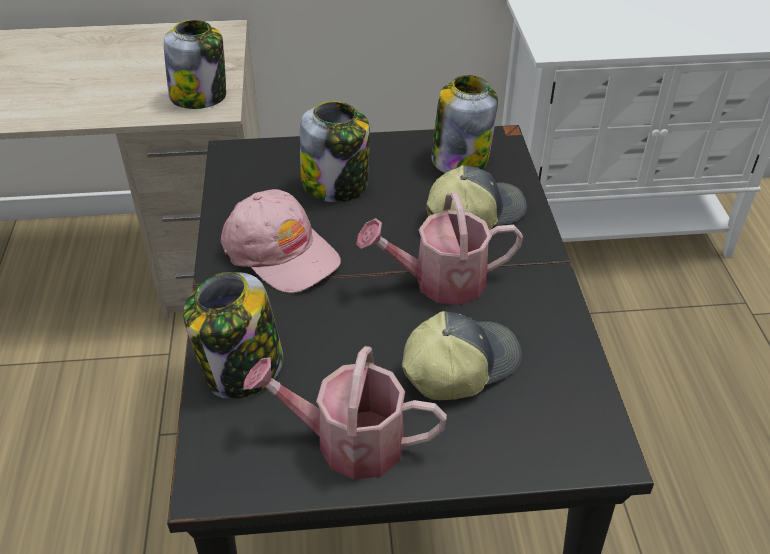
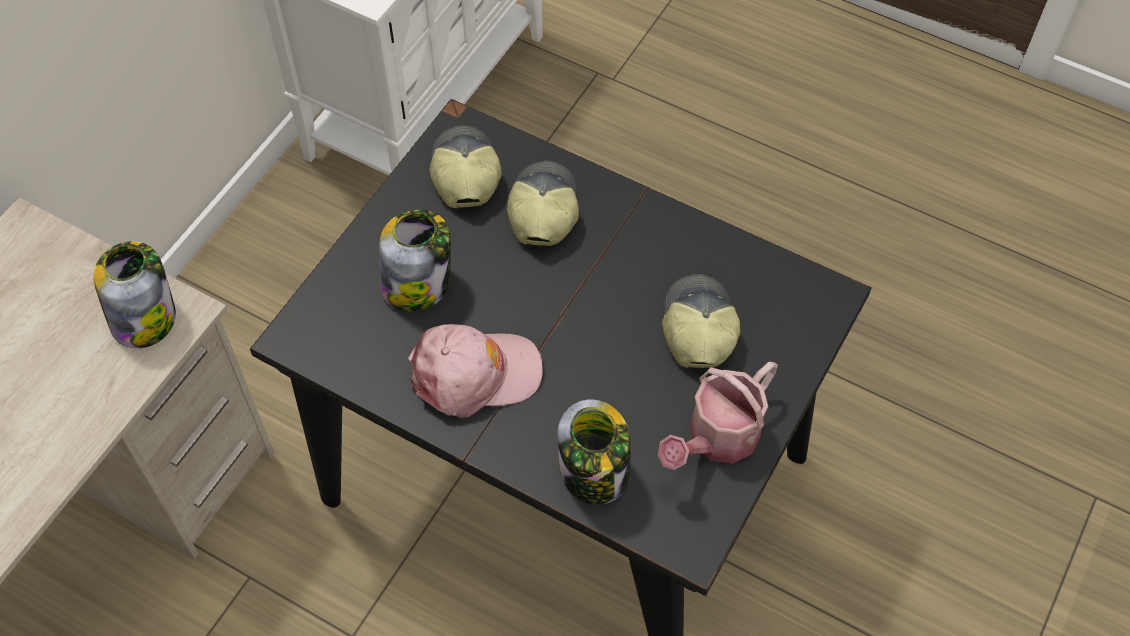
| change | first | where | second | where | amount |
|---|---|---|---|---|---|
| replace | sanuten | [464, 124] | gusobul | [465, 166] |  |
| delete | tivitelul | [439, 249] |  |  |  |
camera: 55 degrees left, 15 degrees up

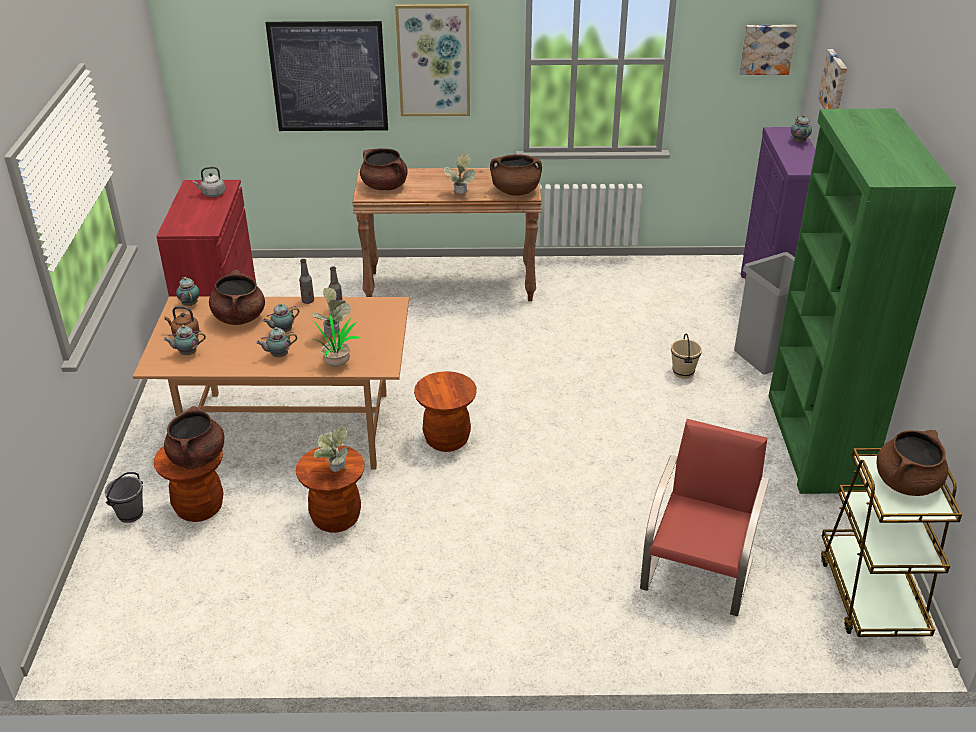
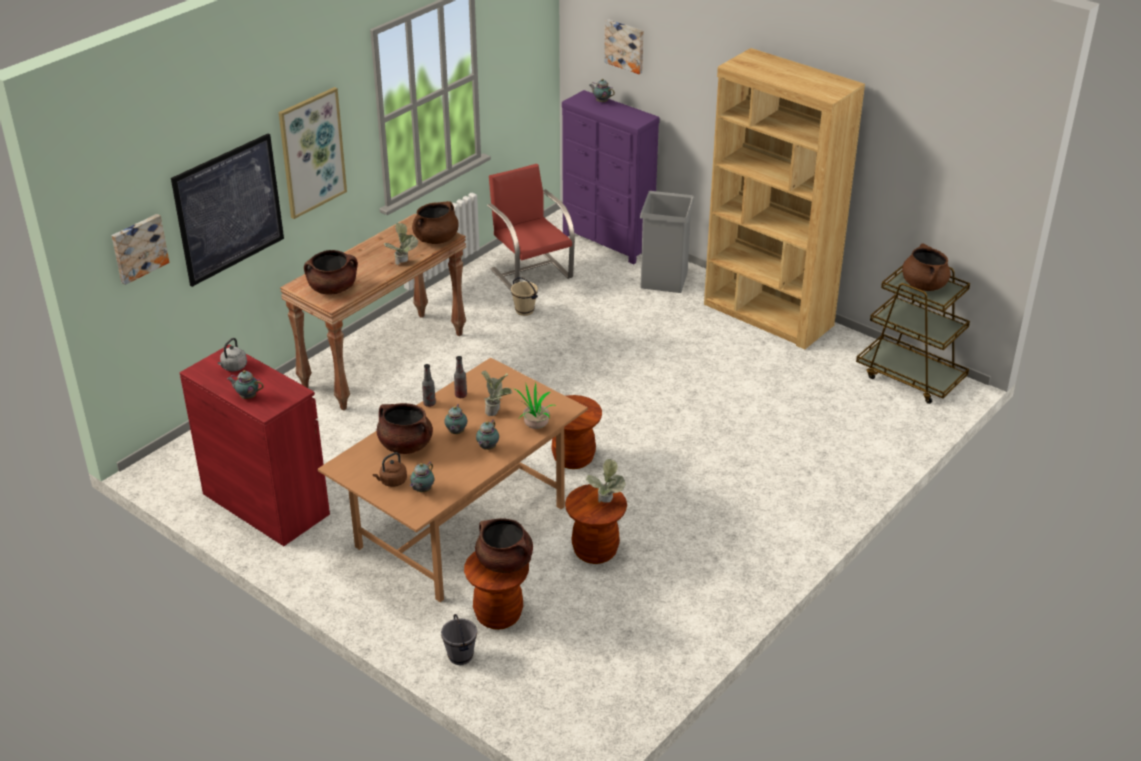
| change | first | where | second | where | amount |
|---|---|---|---|---|---|
| move | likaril | [768, 50] |  | [140, 249] |  |
| recolor | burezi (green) | [862, 301] | burezi (brown) | [784, 198] |  |
| move | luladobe | [188, 291] |  | [245, 384] |  |
| move | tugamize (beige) | [686, 356] |  | [524, 296] |  |
| move | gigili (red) | [704, 517] |  | [531, 227] |  |
camera: 50 degrees left, 0 degrees up

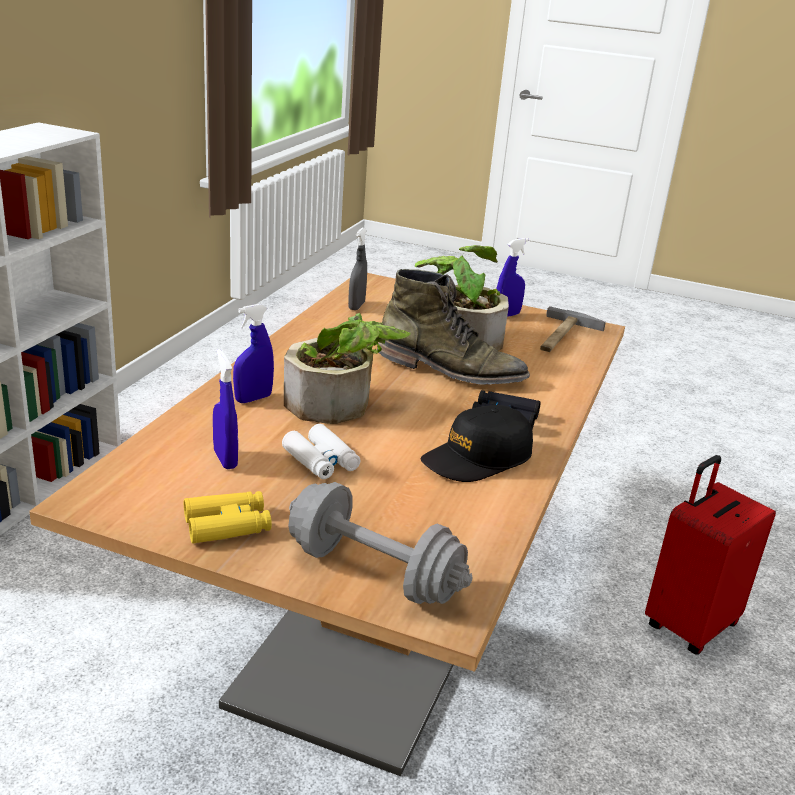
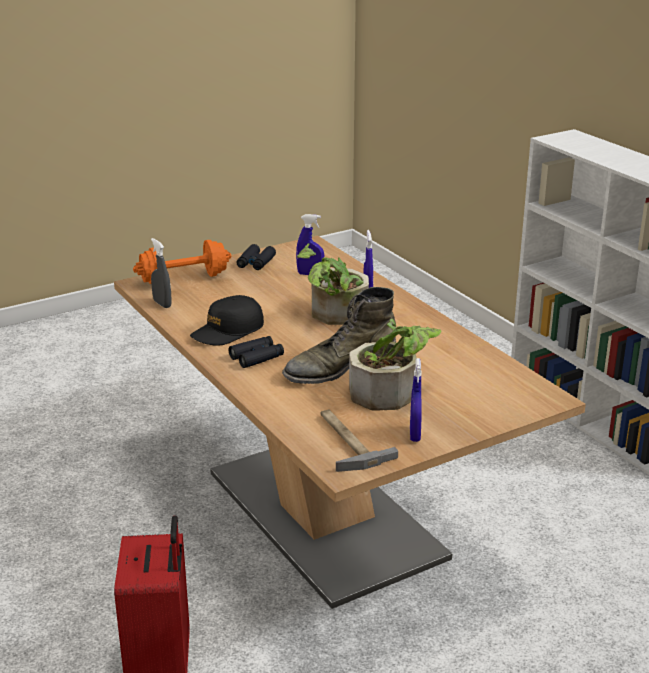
| change | first | where | second | where | amount |
|---|---|---|---|---|---|
| move | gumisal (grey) | [357, 269] |  | [161, 273] |  |
| rotate | gusobul (black) | [477, 443] |  | [227, 320] | 135 degrees counterclockwise |
| delete | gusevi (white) | [321, 451] |  |  |  |
| recolor | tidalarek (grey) | [380, 543] | tidalarek (orange) | [182, 262] |  |
| recolor | gusevi (yellow) | [228, 517] | gusevi (black) | [256, 257] |  |
camera: 130 degrees right, 0 degrees up

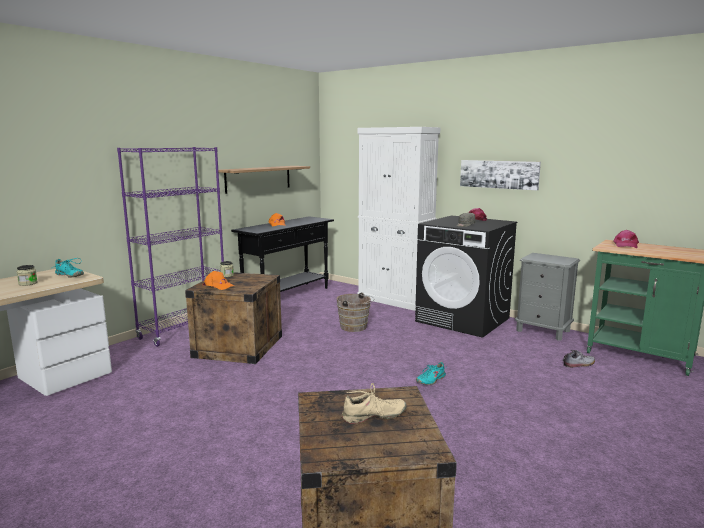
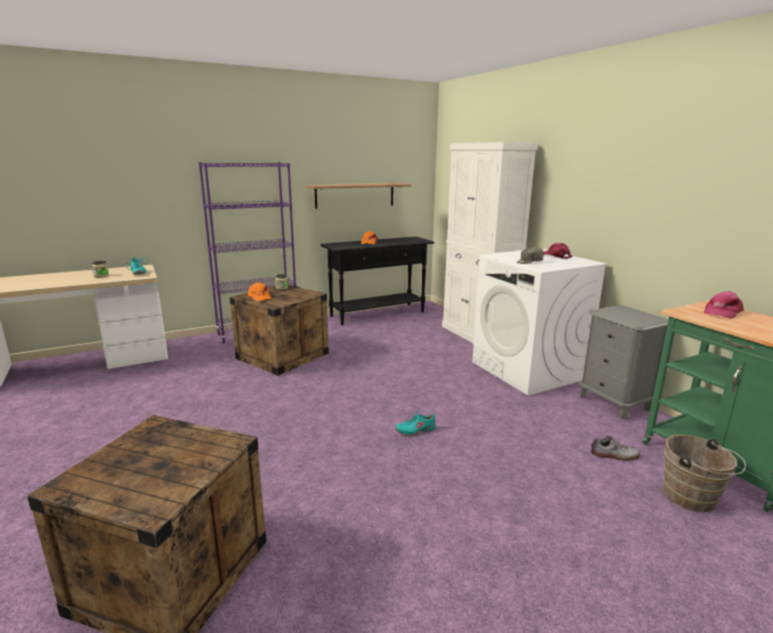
| change | first | where | second | where | amount |
|---|---|---|---|---|---|
| delete | likaril | [500, 175] |  |  |  |
| recolor | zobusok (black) | [466, 276] | zobusok (white) | [540, 322] |  |
| move | tugamize (brown) | [355, 312] |  | [704, 473] |  |
| delete | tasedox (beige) | [374, 403] |  |  |  |
camera: 25 degrees right, 5 degrees up

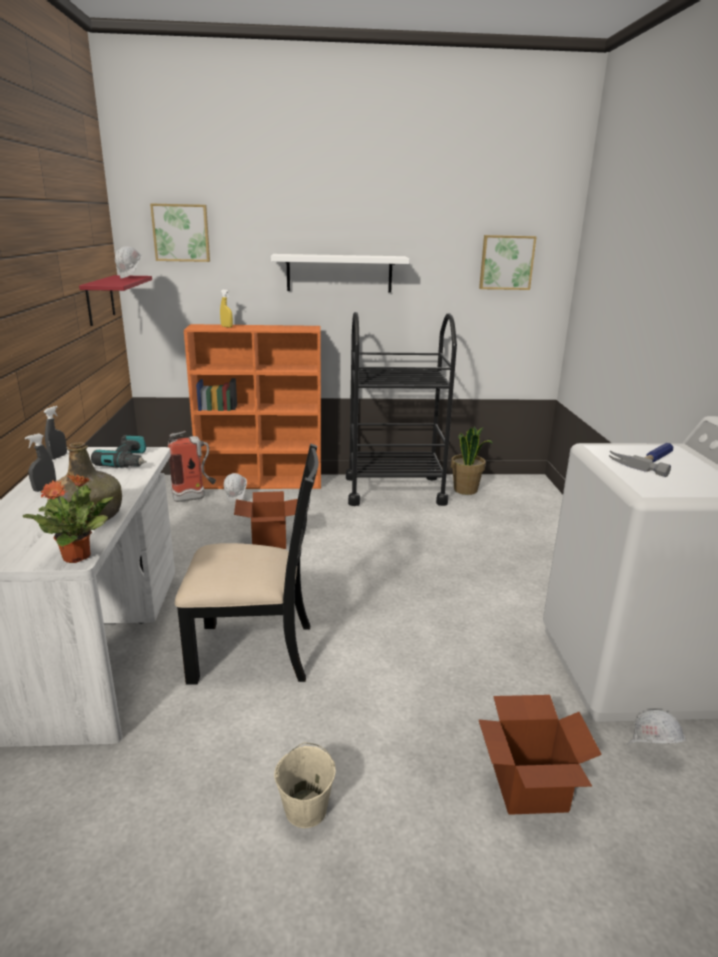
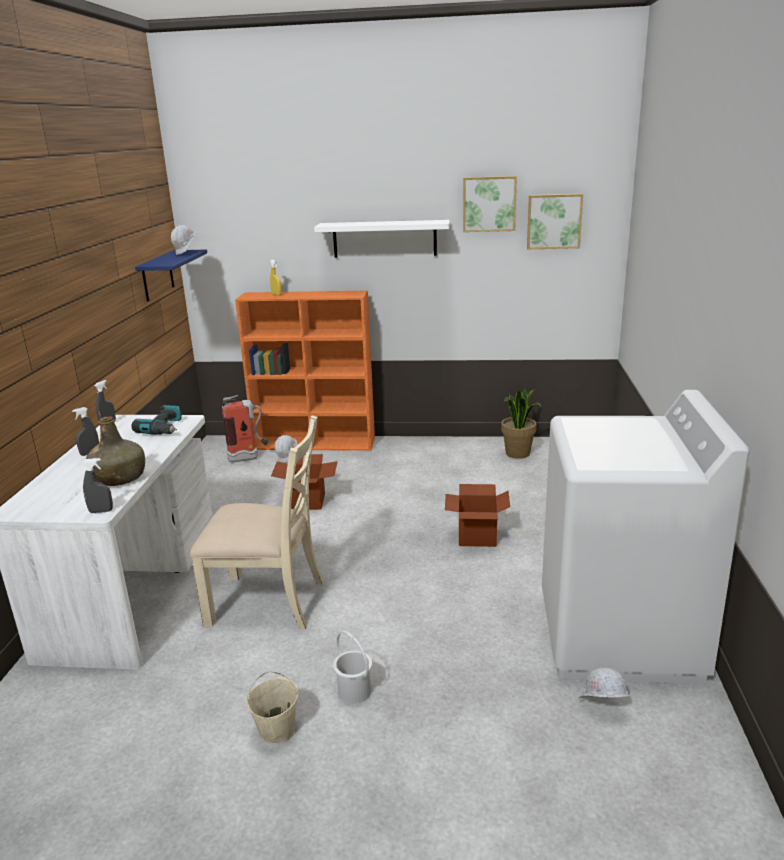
| change | first | where | second | where | amount |
|---|---|---|---|---|---|
| move | likaril | [180, 232] |  | [490, 204] |  |
| recolor | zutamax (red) | [115, 300] | zutamax (blue) | [171, 276] |  |
| delete | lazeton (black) | [401, 409] |  |  |  |
| recolor | gigili (black) | [247, 564] | gigili (beige) | [257, 522] |  |
| delete | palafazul | [641, 460] |  |  |  |
| replace | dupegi | [68, 518] | gumisal (grey) | [97, 485] |  |
| move | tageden | [540, 755] |  | [477, 515] |  |
| insert |  |  | tugamize (white) | [352, 667] |  |
camera: 10 degrees right, 0 degrees up

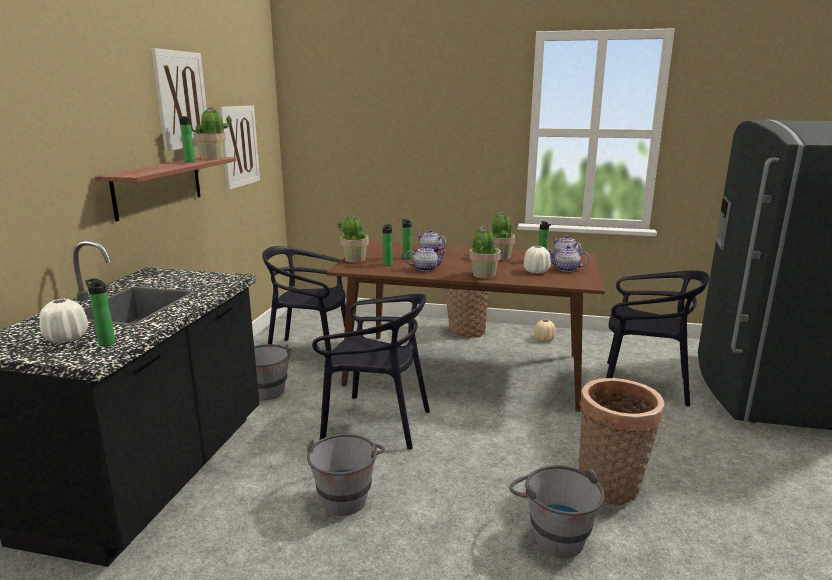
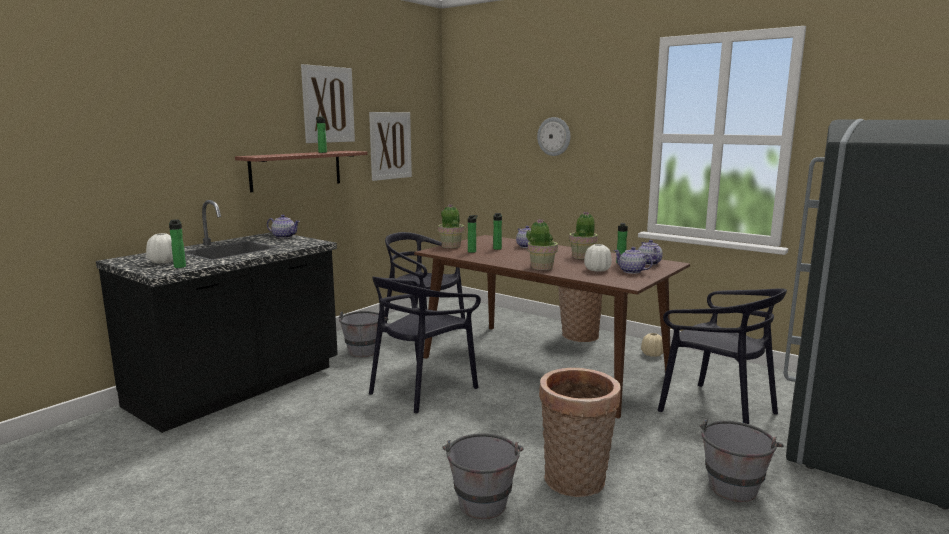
| change | first | where | second | where | amount |
|---|---|---|---|---|---|
| delete | dupegi | [212, 133] |  |  |  |
| move | luladobe | [425, 258] |  | [283, 226] |  |
| rotate | gigili (black) | [371, 372] |  | [425, 345] | 90 degrees clockwise |
| move | tugamize (grey) | [346, 475] |  | [742, 460] |  |
| insert |  |  | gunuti | [553, 136] |  |
camera: 25 degrees right, 5 degrees down

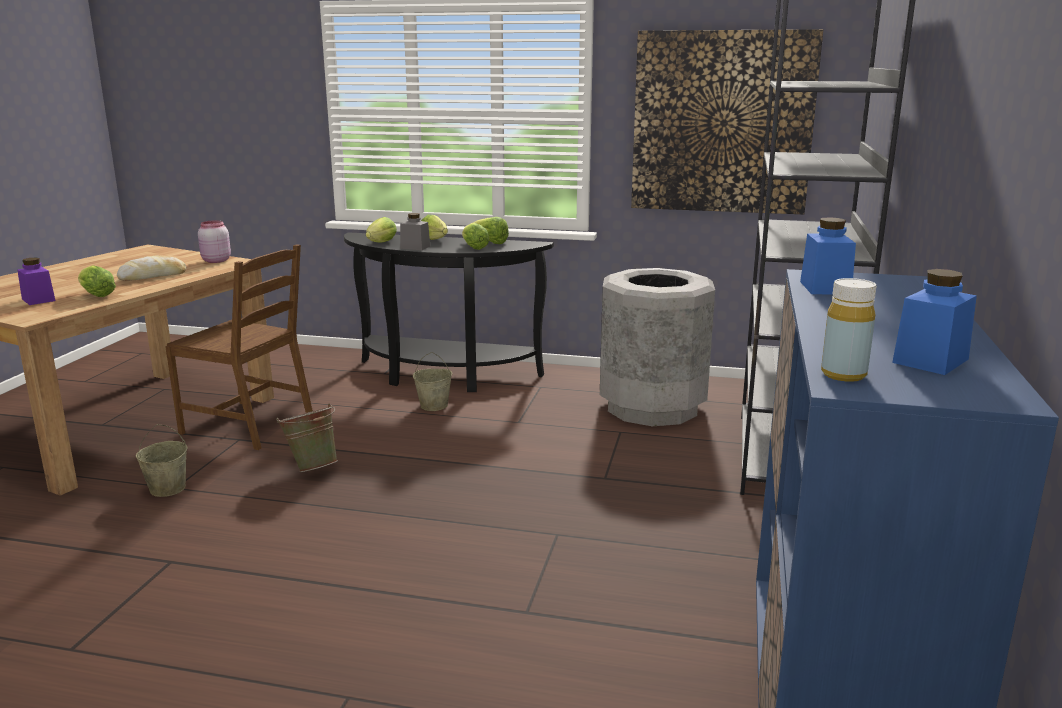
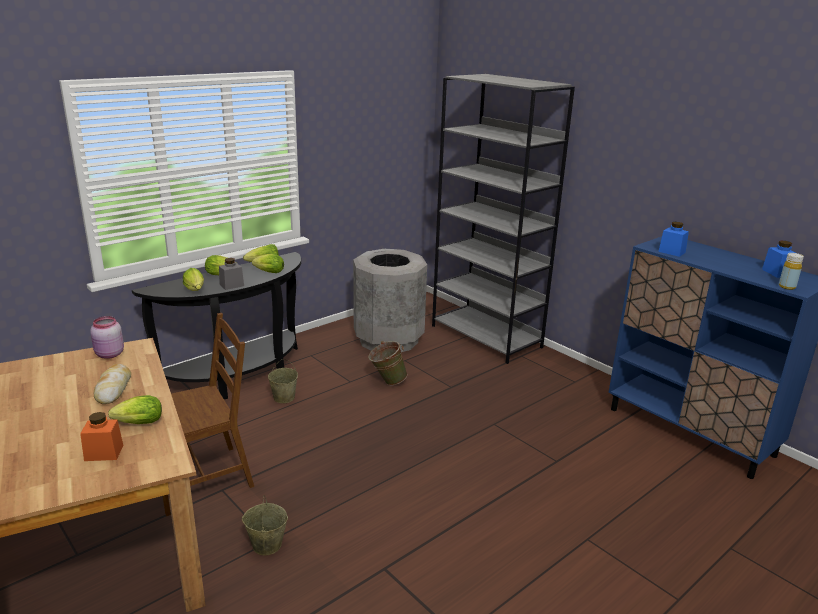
| change | first | where | second | where | amount |
|---|---|---|---|---|---|
| delete | likaril | [727, 121] |  |  |  |
| recolor | sanuten (purple) | [36, 281] | sanuten (orange) | [101, 436] |  |
| move | tugamize (green) | [307, 437] |  | [388, 363] |  |
camera: 55 degrees left, 5 degrees up

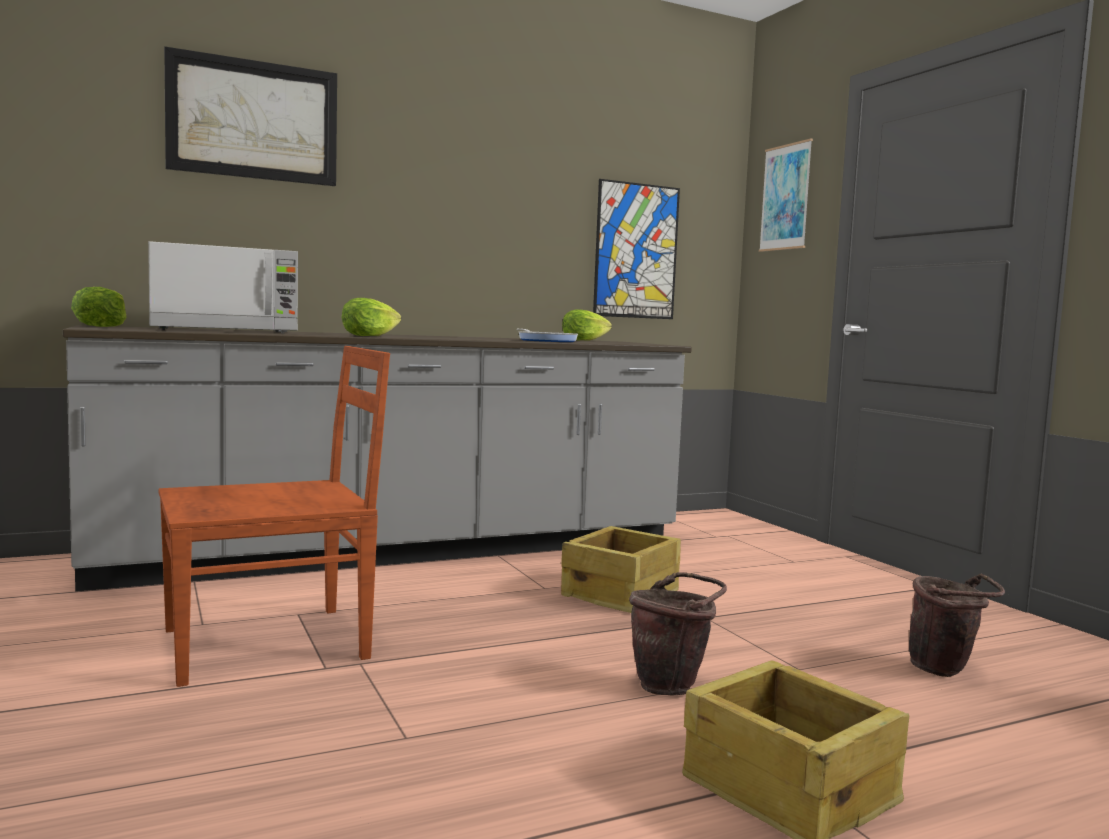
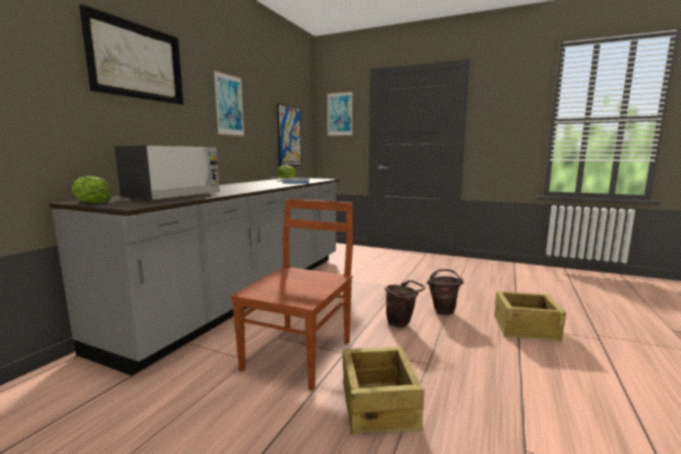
| change | first | where | second | where | amount |
|---|---|---|---|---|---|
| delete | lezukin | [371, 317] |  |  |  |
| move | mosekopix | [621, 569] |  | [384, 390] |  |
| move | tugamize (brown) | [957, 625] |  | [405, 304] |  |
| insert |  |  | likaril | [229, 103] |  |
camera: 40 degrees left, 5 degrees up

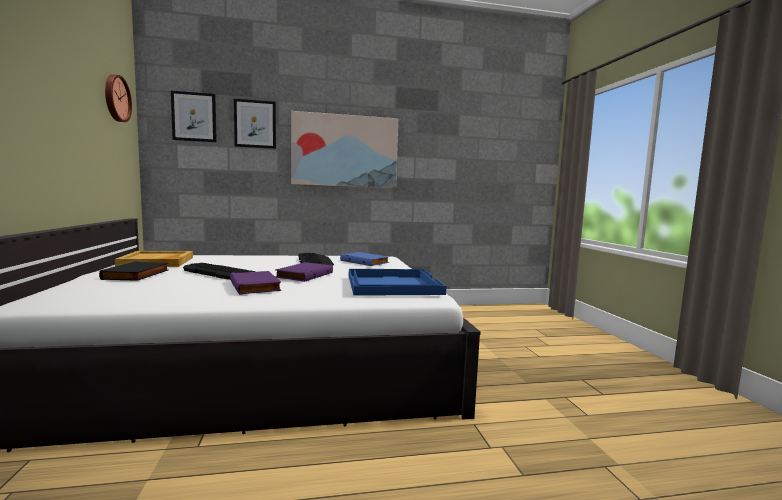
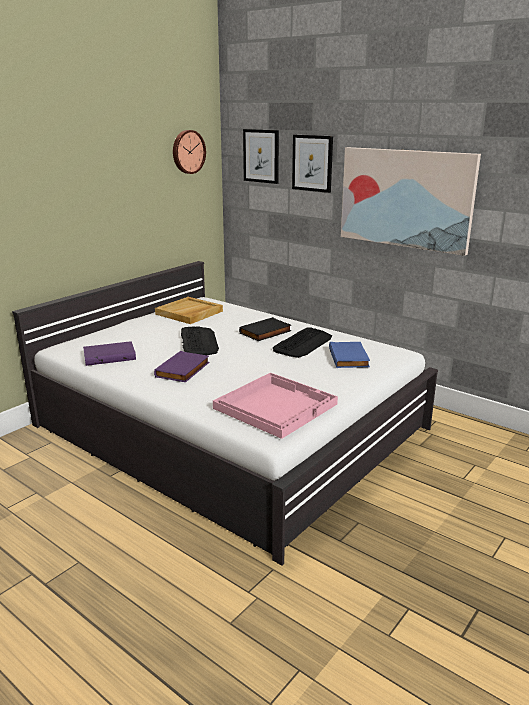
| change | first | where | second | where | amount |
|---|---|---|---|---|---|
| move | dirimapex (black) | [134, 271] |  | [265, 329] |  |
| move | dirimapex (purple) | [304, 272] |  | [109, 353] |  |
| recolor | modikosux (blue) | [397, 282] | modikosux (pink) | [275, 406] |  |
camera: 50 degrees right, 15 degrees up

